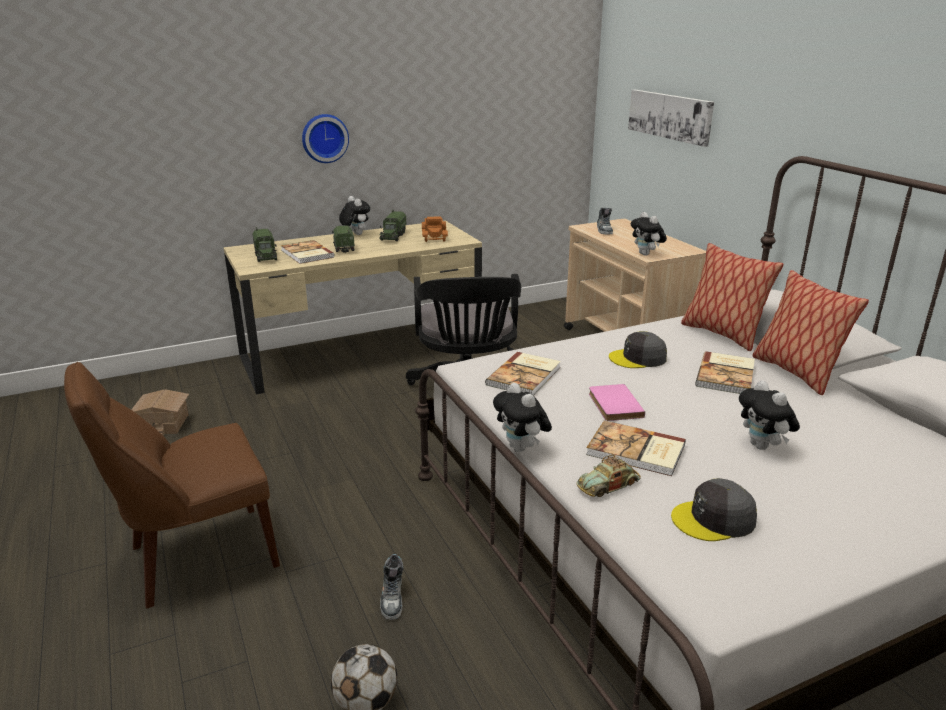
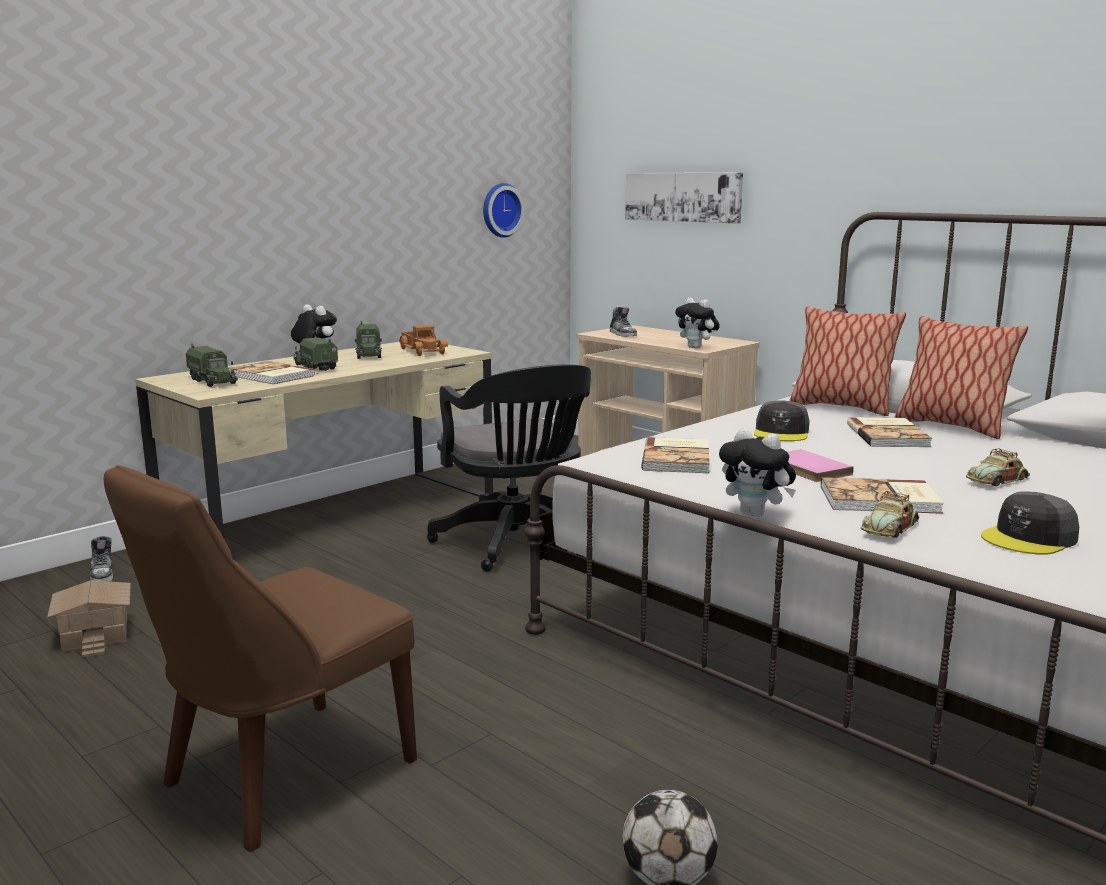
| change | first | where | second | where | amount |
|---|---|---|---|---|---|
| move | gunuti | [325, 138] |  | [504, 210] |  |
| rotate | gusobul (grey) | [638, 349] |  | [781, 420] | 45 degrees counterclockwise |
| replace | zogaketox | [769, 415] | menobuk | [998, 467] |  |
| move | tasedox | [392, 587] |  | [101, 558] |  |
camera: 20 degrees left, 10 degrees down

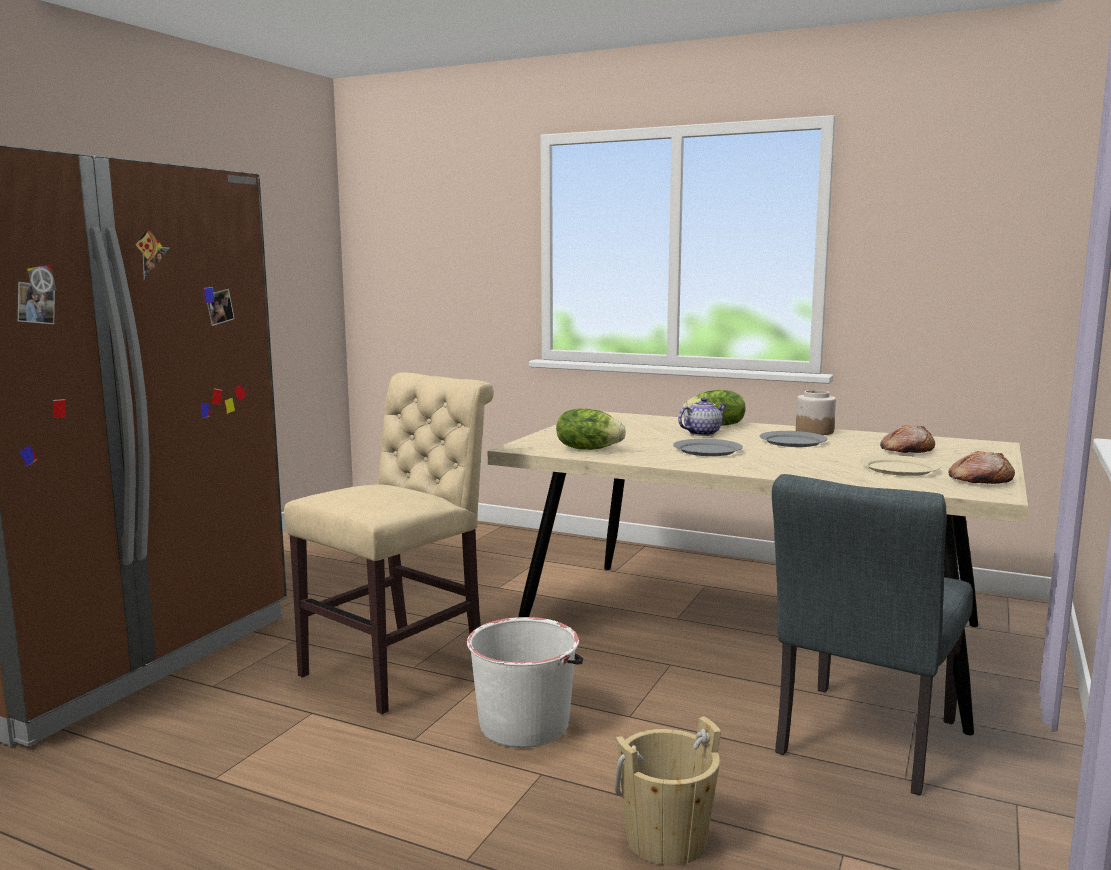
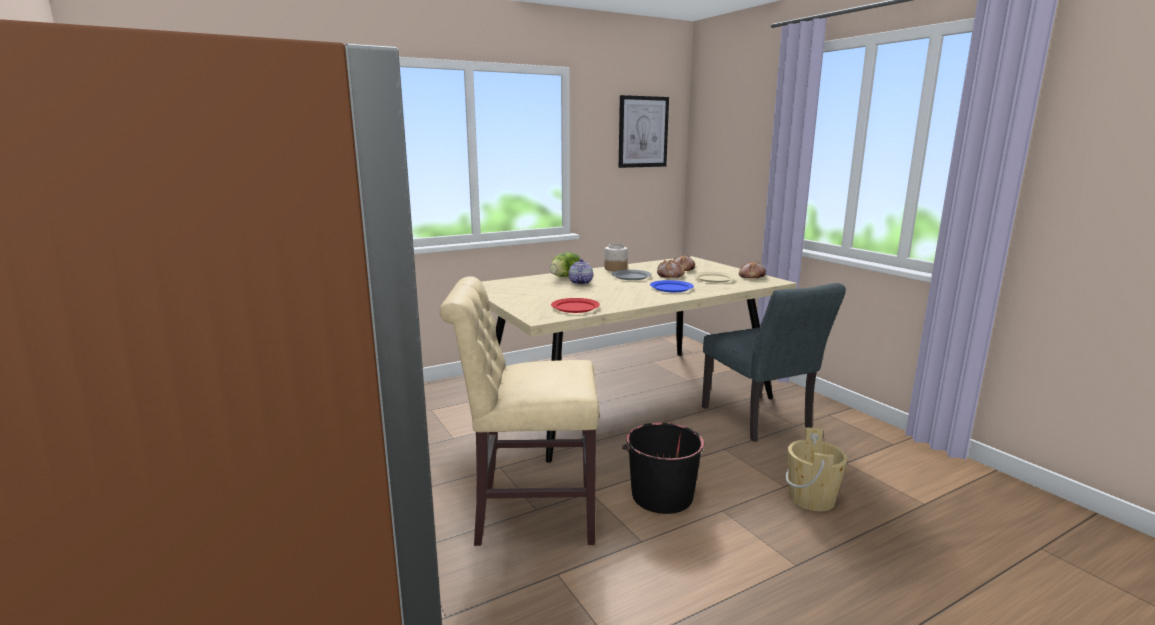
| change | first | where | second | where | amount |
|---|---|---|---|---|---|
| rotate | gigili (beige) | [389, 543] |  | [519, 411] | 75 degrees counterclockwise |
| replace | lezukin | [591, 429] | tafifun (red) | [575, 305] |  |
| delete | tafifun (grey) | [708, 447] |  |  |  |
| recolor | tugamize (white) | [525, 682] | tugamize (black) | [663, 468] |  |
| insert |  |  | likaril | [644, 131] |  |
| insert |  |  | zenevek | [671, 269] |  |
| insert |  |  | tafifun (blue) | [672, 286] |  |
camera: 55 degrees left, 5 degrees up

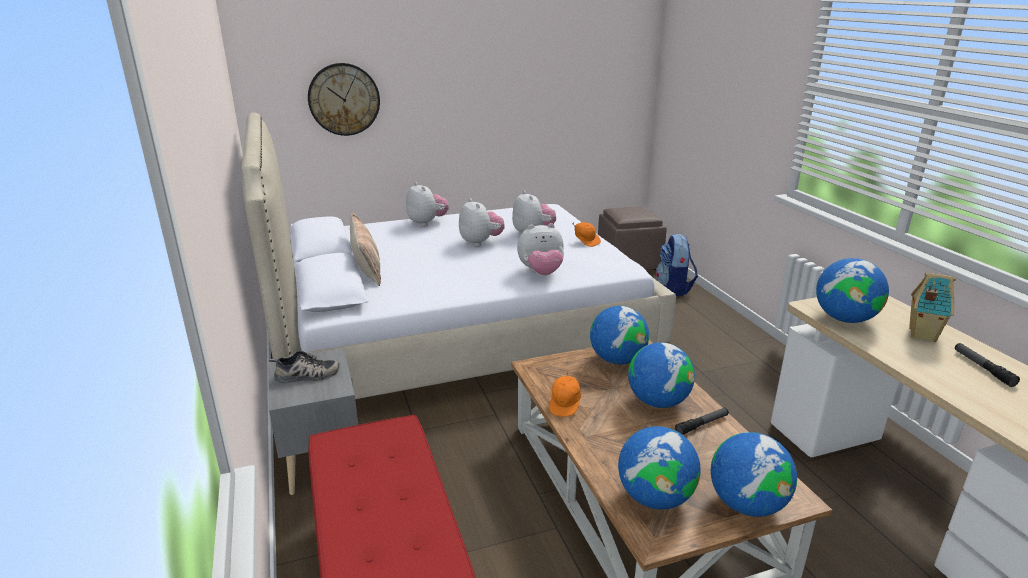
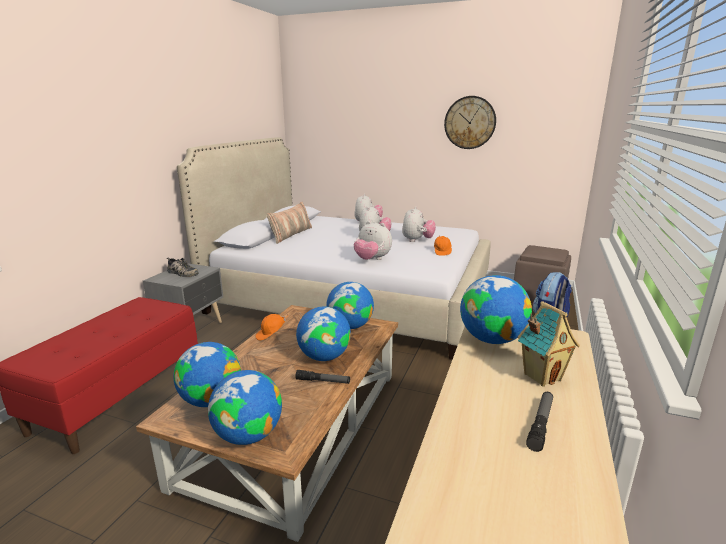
| change | first | where | second | where | amount |
|---|---|---|---|---|---|
| move | gunuti | [344, 99] |  | [470, 122] |  |
camera: 40 degrees right, 5 degrees down

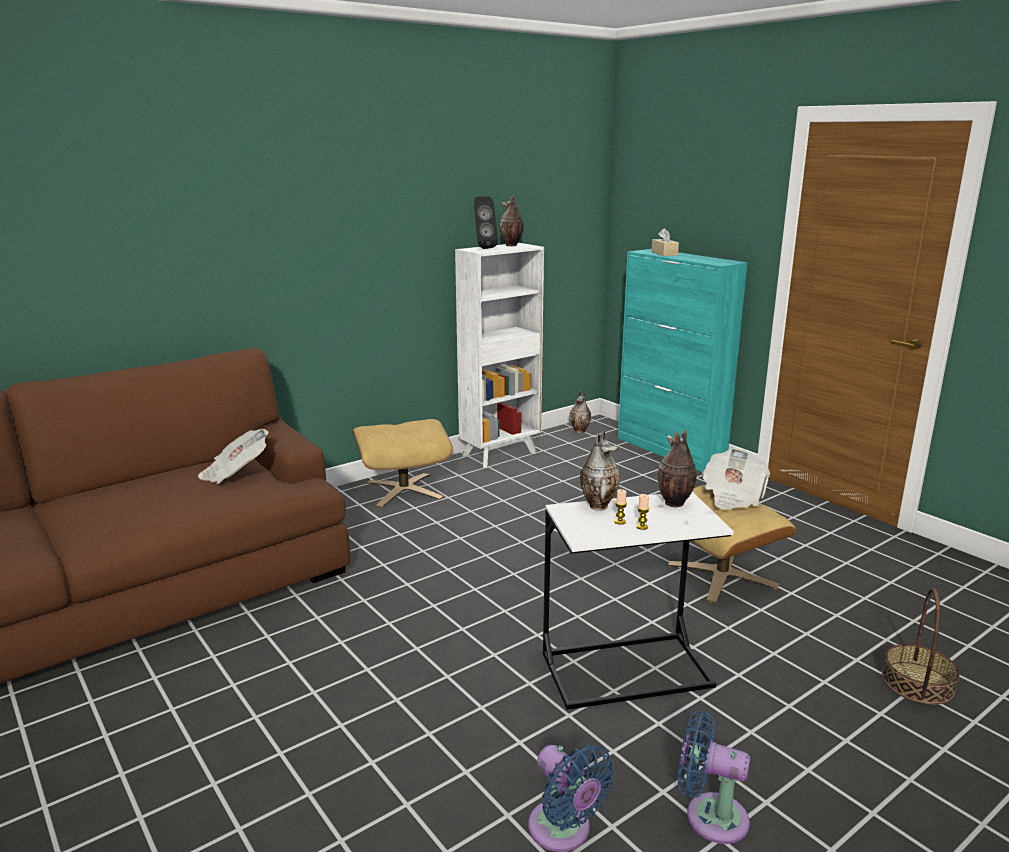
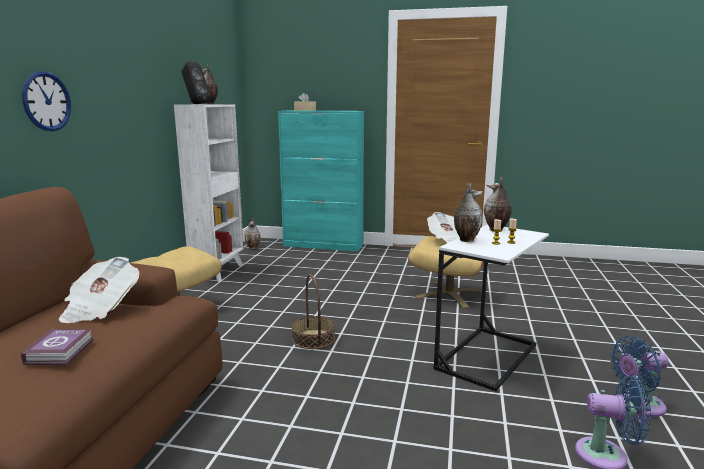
| change | first | where | second | where | amount |
|---|---|---|---|---|---|
| move | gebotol | [920, 646] |  | [313, 311] |  |
| insert |  |  | gunuti | [46, 101] |  |
| insert |  |  | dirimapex | [57, 346] |  |
camera: 40 degrees left, 5 degrees down

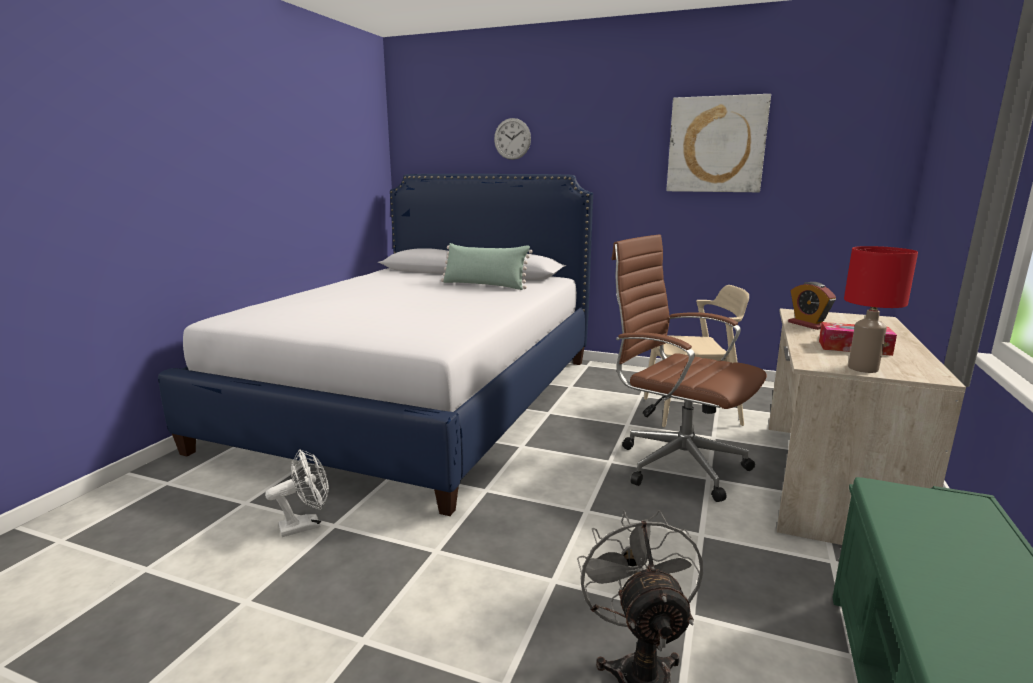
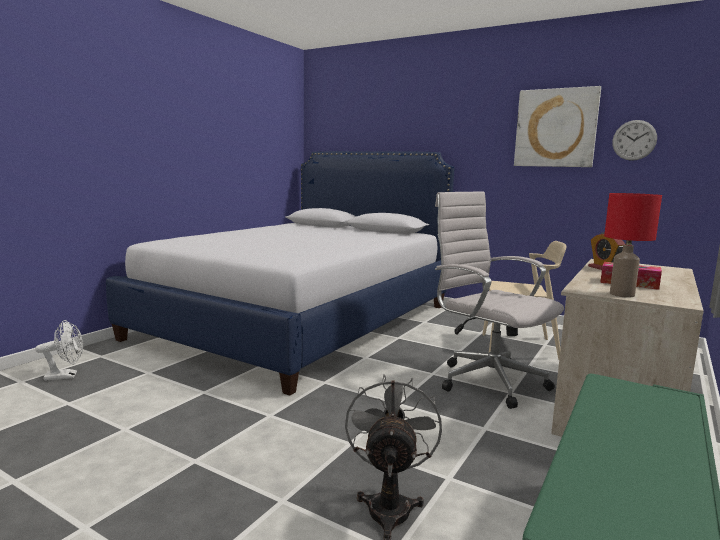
| change | first | where | second | where | amount |
|---|---|---|---|---|---|
| move | gunuti | [512, 139] |  | [634, 140] |  |
| recolor | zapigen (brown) | [689, 368] | zapigen (white) | [499, 300] |  |
| delete | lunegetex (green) | [487, 266] |  |  |  |
| move | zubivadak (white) | [297, 493] |  | [59, 350] |  |
camera: 10 degrees right, 5 degrees down

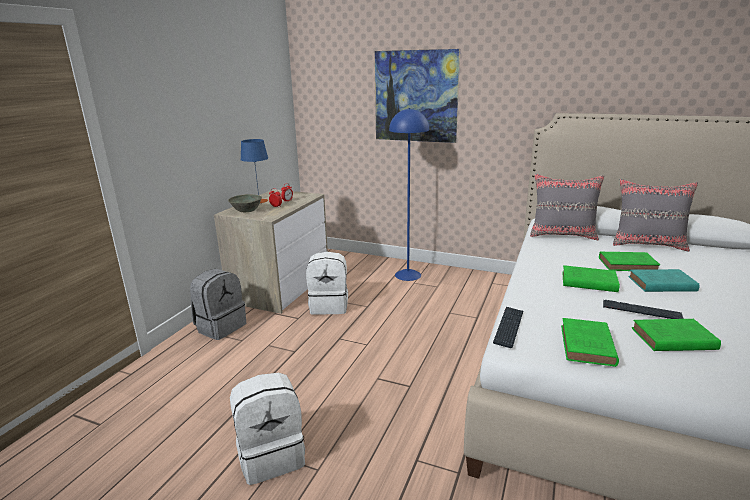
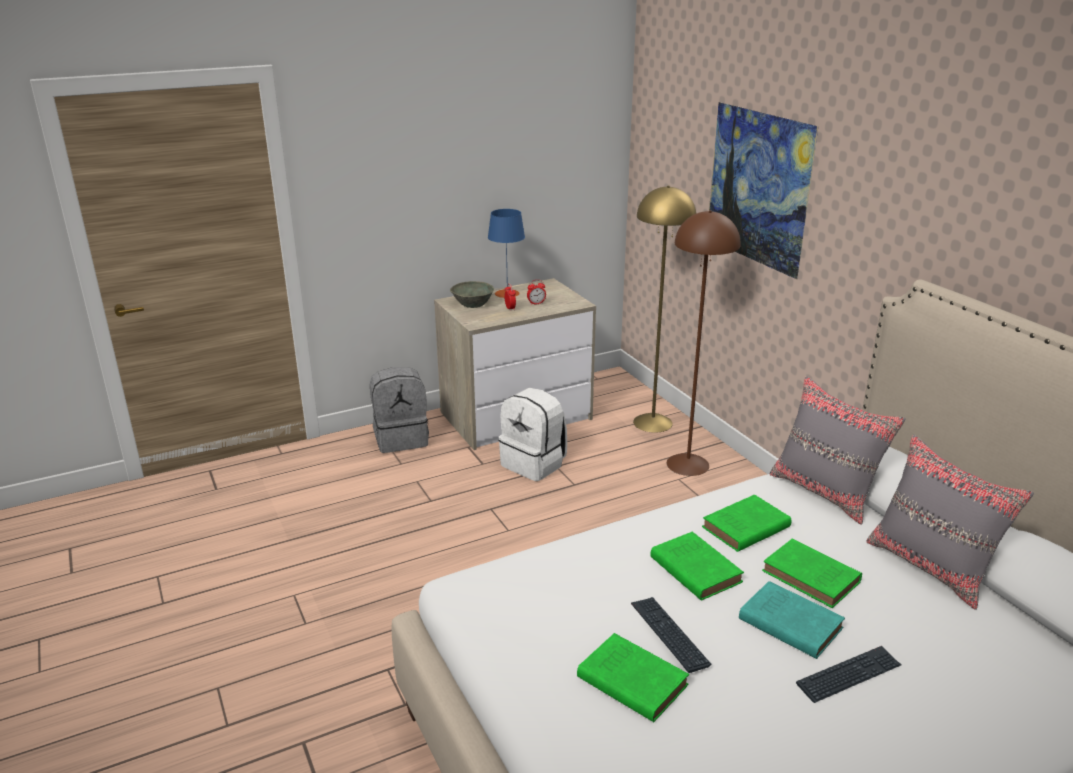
| change | first | where | second | where | amount |
|---|---|---|---|---|---|
| recolor | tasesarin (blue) | [409, 194] | tasesarin (brown) | [704, 343] |  |
| move | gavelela | [508, 327] |  | [848, 674] |  |
| move | dirimapex (green) | [590, 342] |  | [746, 523] |  |
| delete | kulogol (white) | [267, 429] |  |  |  |
| insert |  |  | tasesarin (yellow) | [664, 309] |  |
camera: 40 degrees right, 5 degrees up

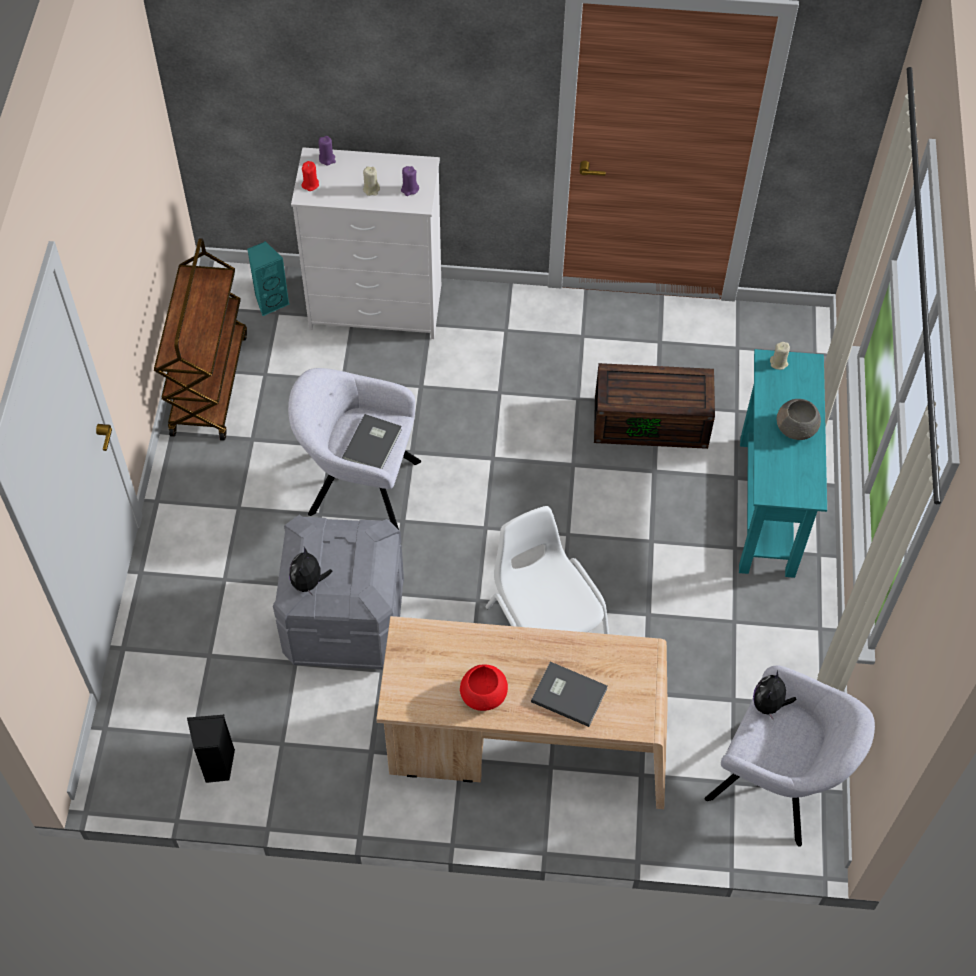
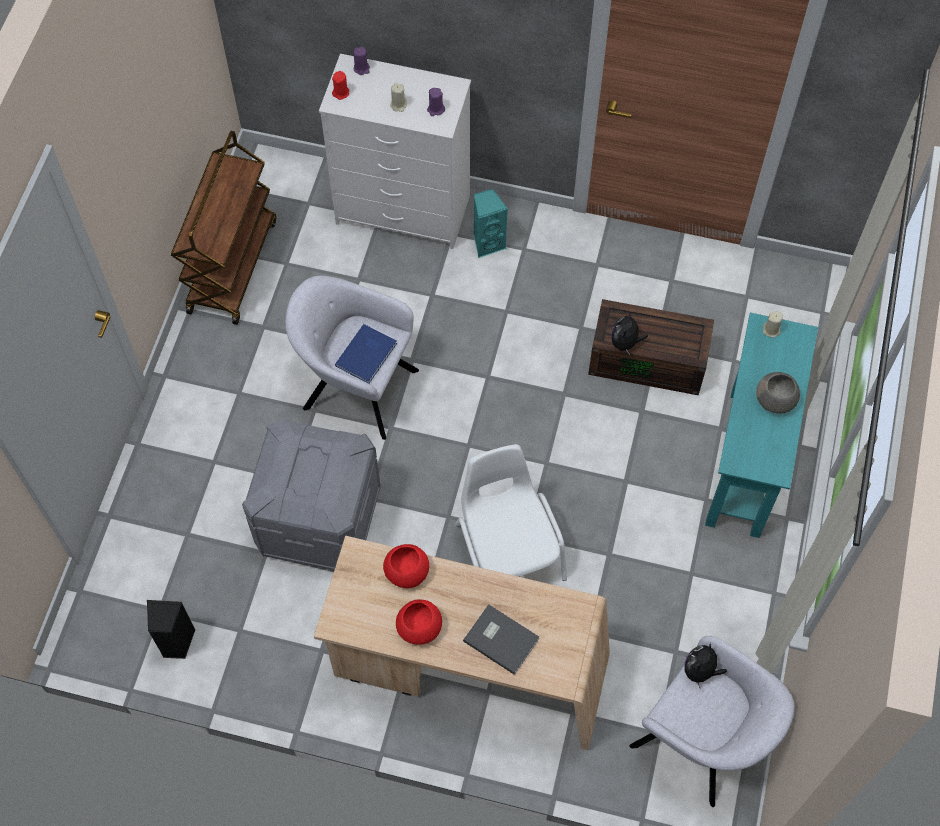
| change | first | where | second | where | amount |
|---|---|---|---|---|---|
| move | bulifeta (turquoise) | [268, 278] |  | [491, 223] |  |
| recolor | dirimapex (grey) | [372, 441] | dirimapex (blue) | [366, 354] |  |
| move | zogaketox | [311, 571] |  | [629, 333] |  |
| insert |  |  | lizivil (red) | [406, 566] |  |
camera: 10 degrees right, 5 degrees up

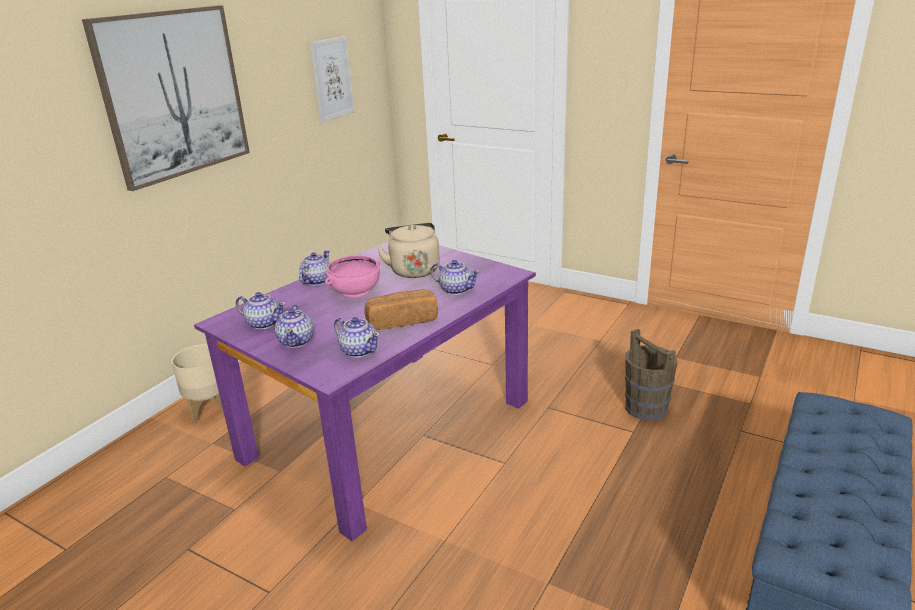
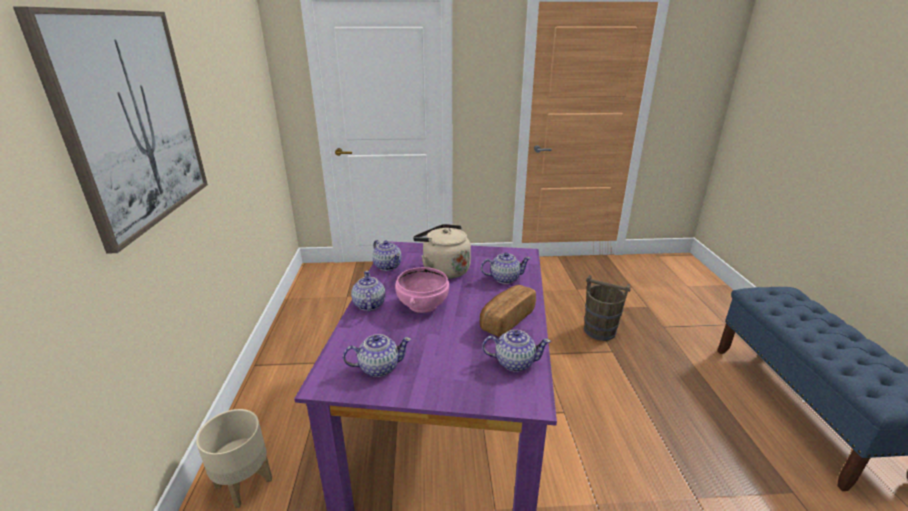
| change | first | where | second | where | amount |
|---|---|---|---|---|---|
| delete | likaril | [332, 79] |  |  |  |
| move | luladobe | [294, 326] |  | [387, 255] |  |
camera: 35 degrees left, 0 degrees up

